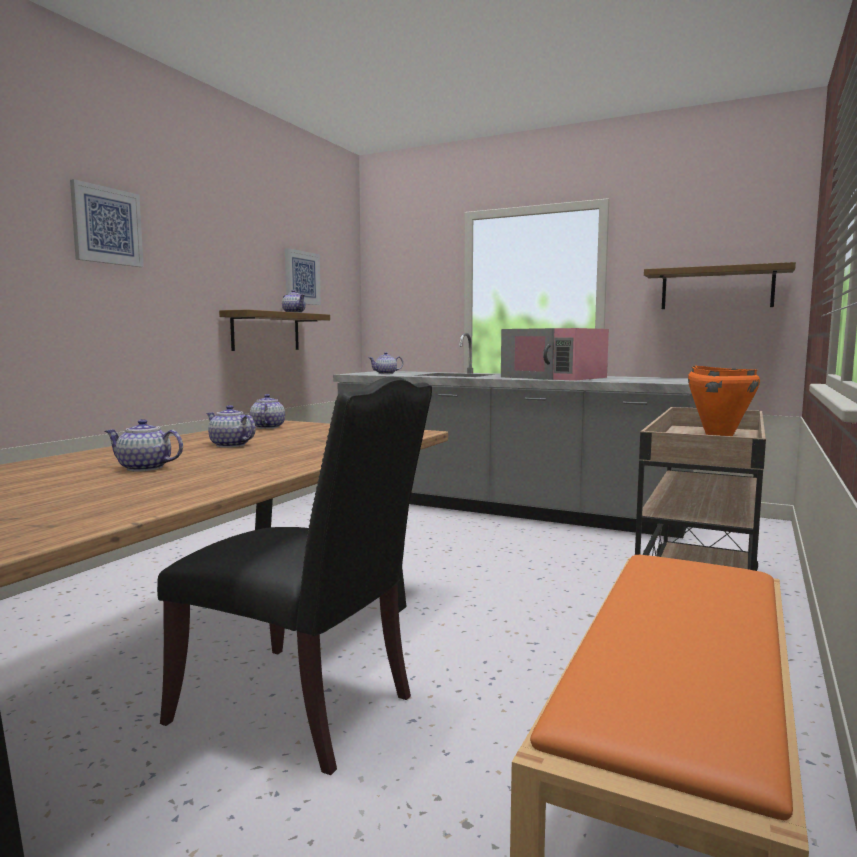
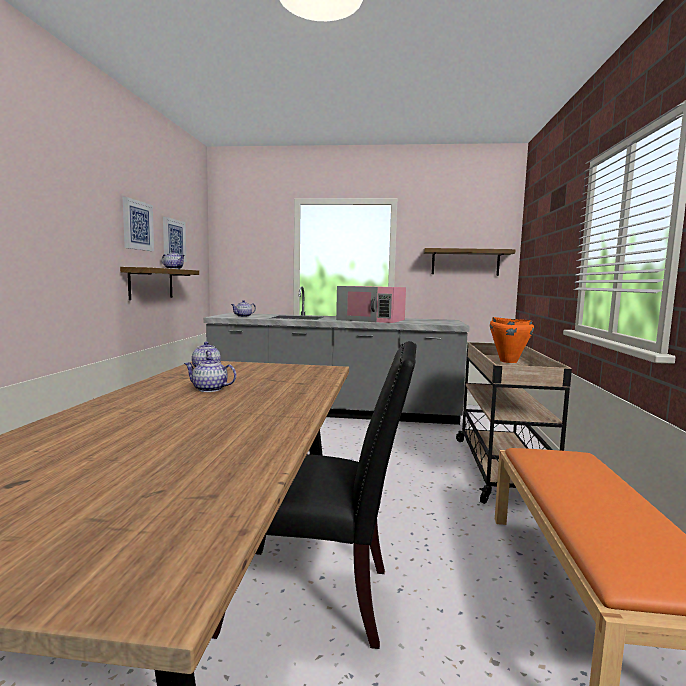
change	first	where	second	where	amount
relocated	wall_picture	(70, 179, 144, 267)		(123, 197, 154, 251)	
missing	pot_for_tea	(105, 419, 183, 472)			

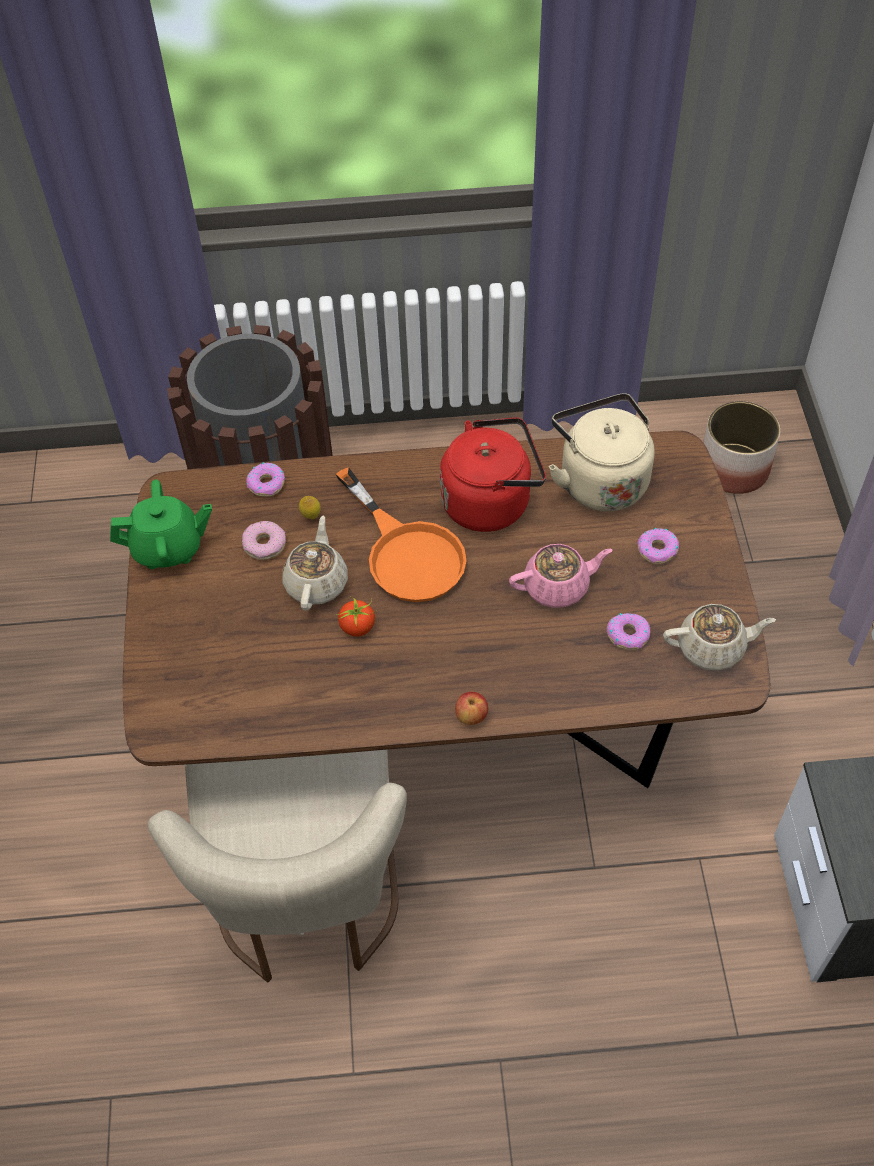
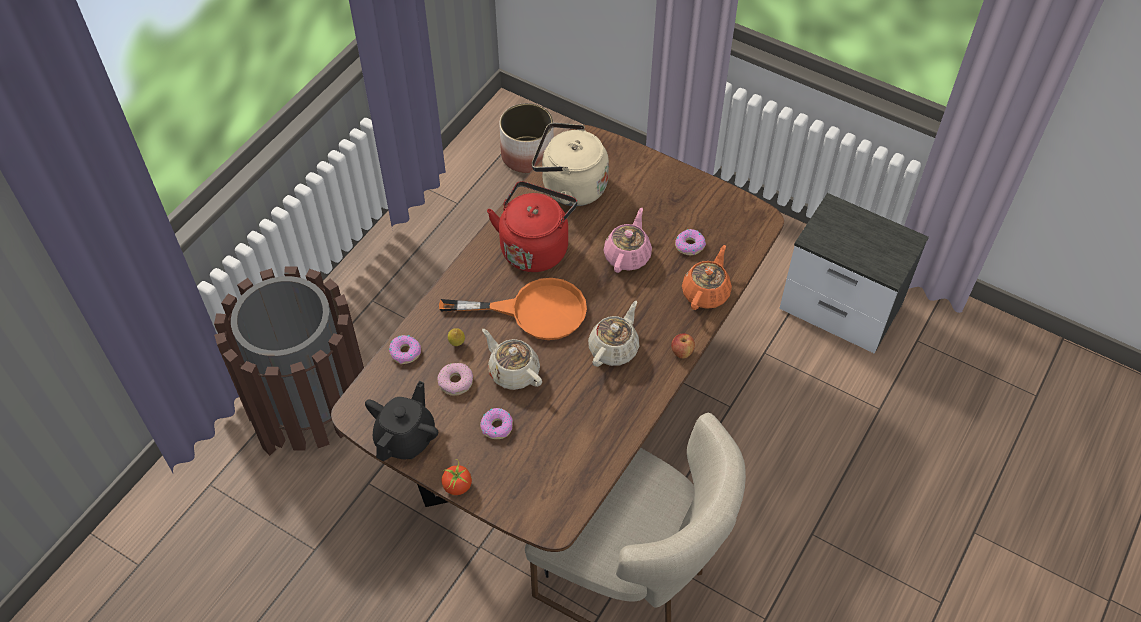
change	first	where	second	where	amount
colour	green-coloured_pot_for_tea	(110, 480, 212, 569)	black_pot_for_tea	(365, 381, 438, 461)	
relocated	fresh_tomato	(336, 597, 375, 637)		(441, 459, 472, 495)	
relocated	doughnut	(637, 528, 679, 564)		(480, 408, 513, 439)	
relocated	sand-coloured_pot_for_tea	(663, 604, 776, 671)		(588, 301, 639, 367)	
appeared			orange-coloured_pot_for_tea	(682, 245, 732, 310)	

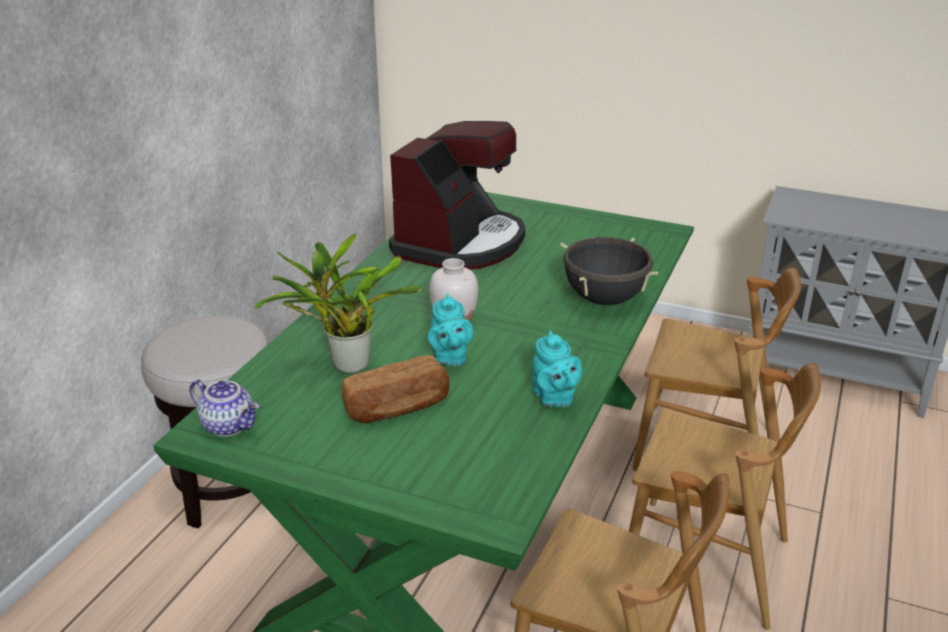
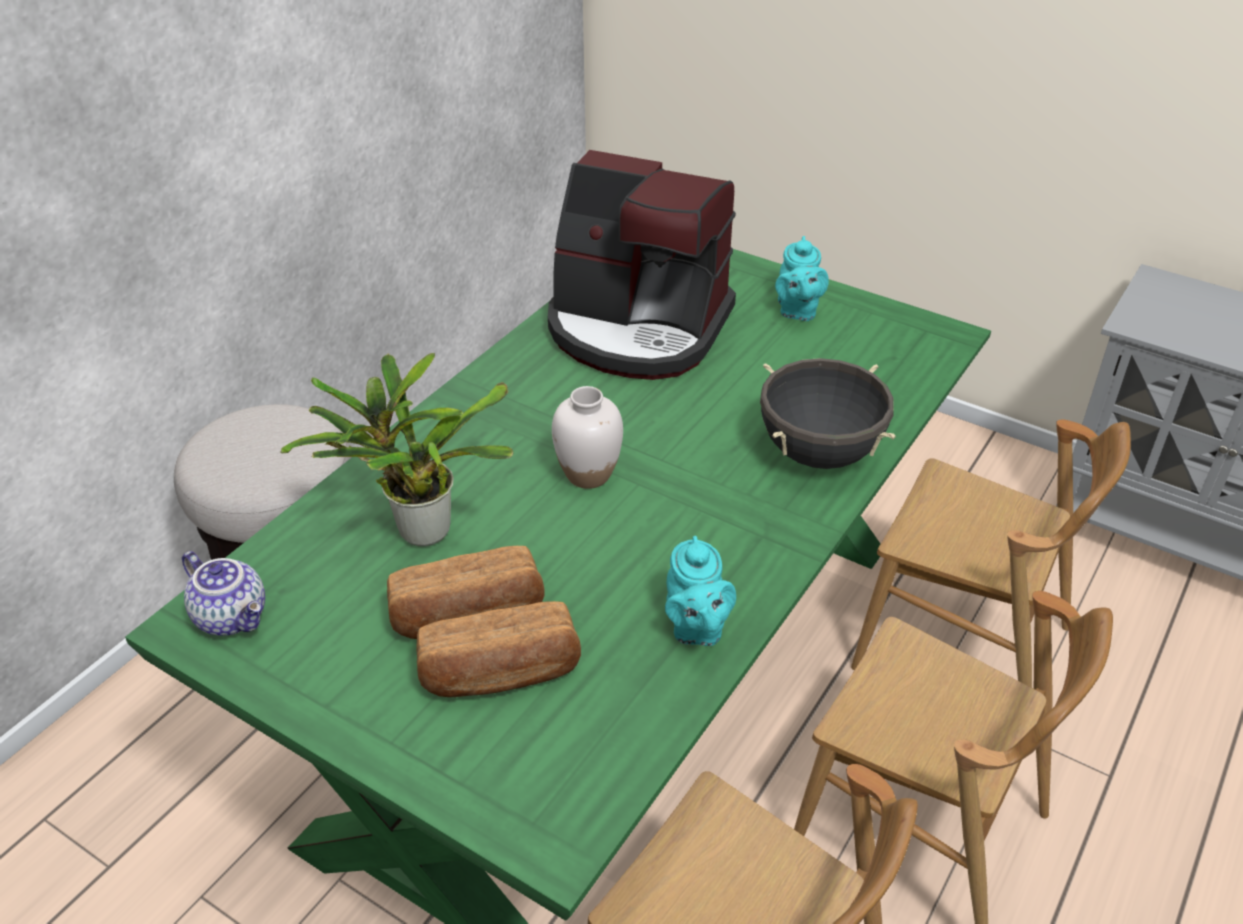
change	first	where	second	where	amount
appeared			bread	(416, 601, 581, 697)	
spun	coffee_machine	(389, 121, 525, 270)		(548, 150, 736, 380)	75 degrees clockwise
relocated	blue-green_pot_for_tea	(428, 293, 473, 366)		(775, 236, 829, 321)	

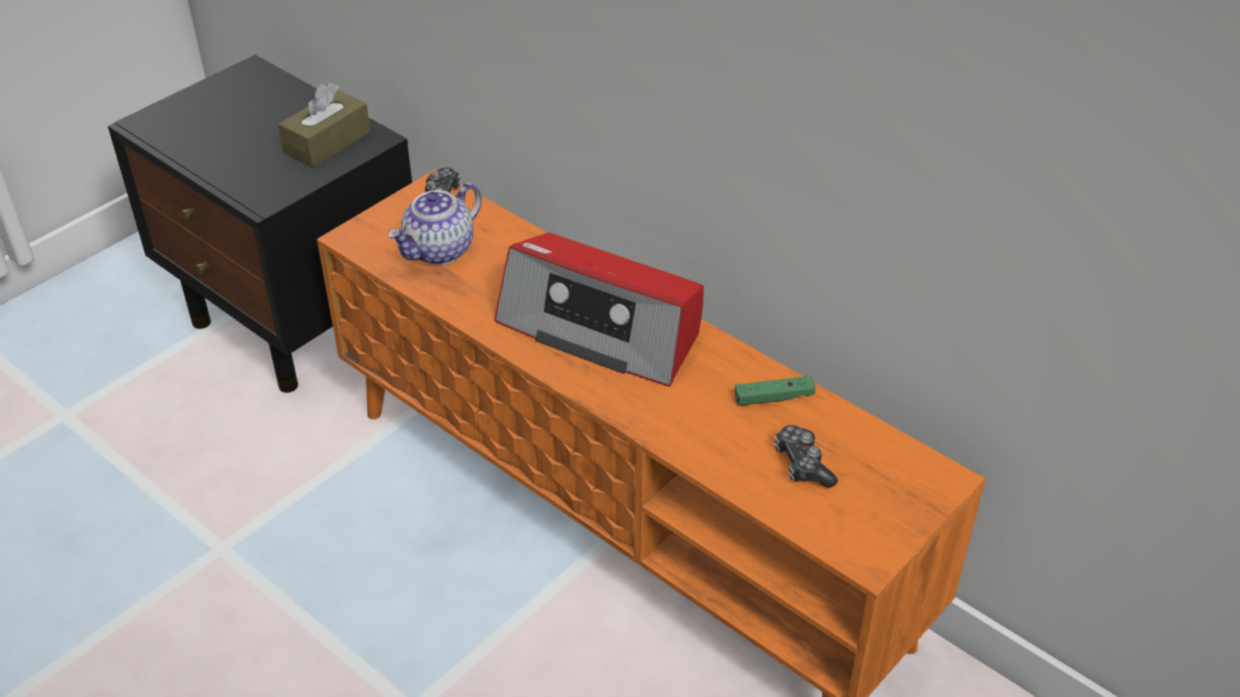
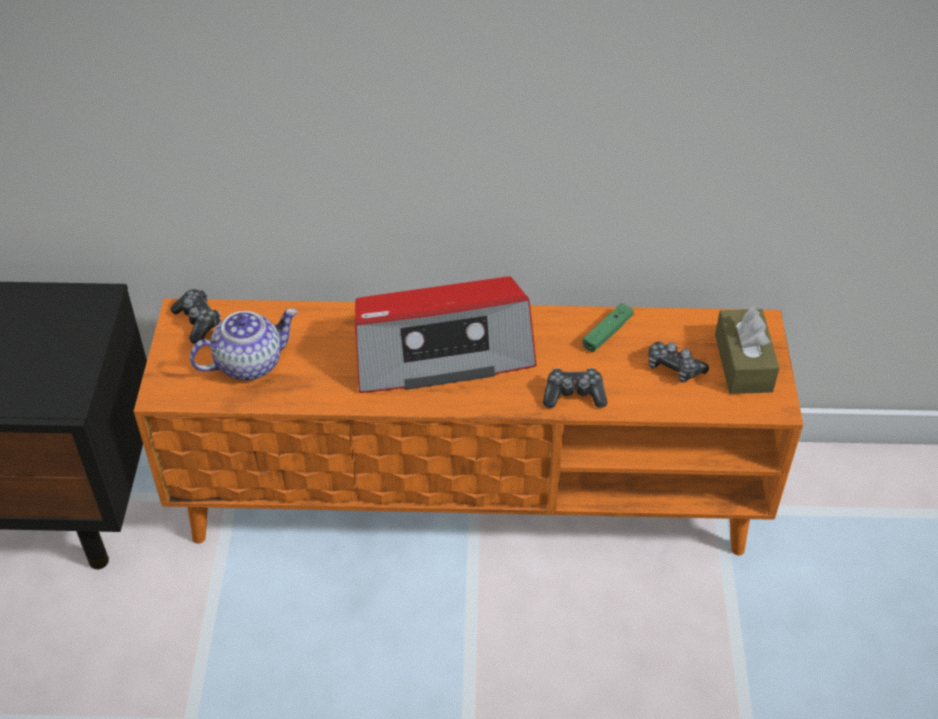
change	first	where	second	where	amount
spun	pot_for_tea	(388, 183, 482, 265)		(190, 308, 298, 381)	120 degrees counterclockwise
appeared			joypad	(543, 368, 607, 408)	
relocated	brown-coloured_tissue_holder	(278, 83, 371, 168)		(715, 307, 779, 394)	

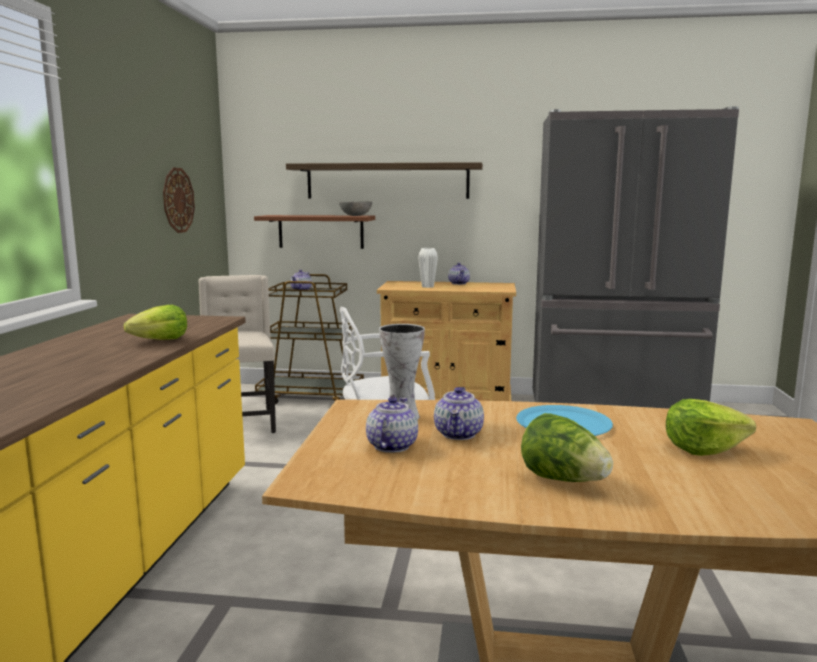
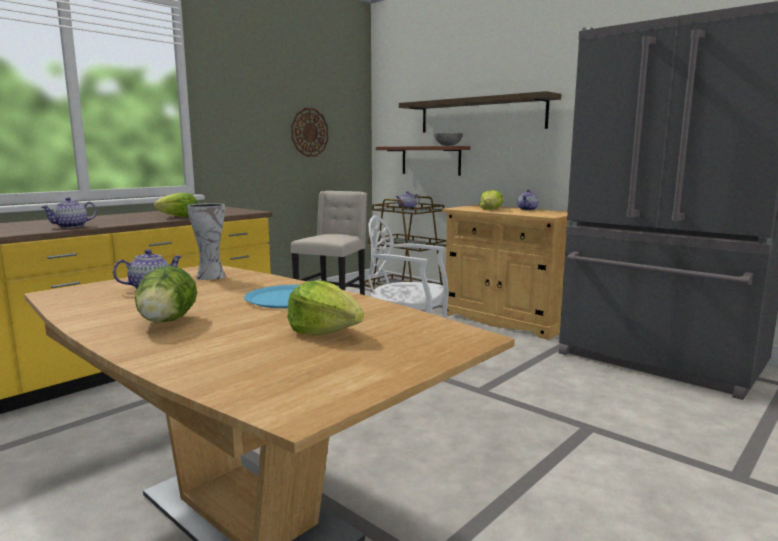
change	first	where	second	where	amount
relocated	pot_for_tea	(434, 387, 484, 440)		(41, 197, 97, 228)	
exchanged	white_decorative_vase	(418, 248, 438, 288)	lettuce	(479, 190, 503, 209)	

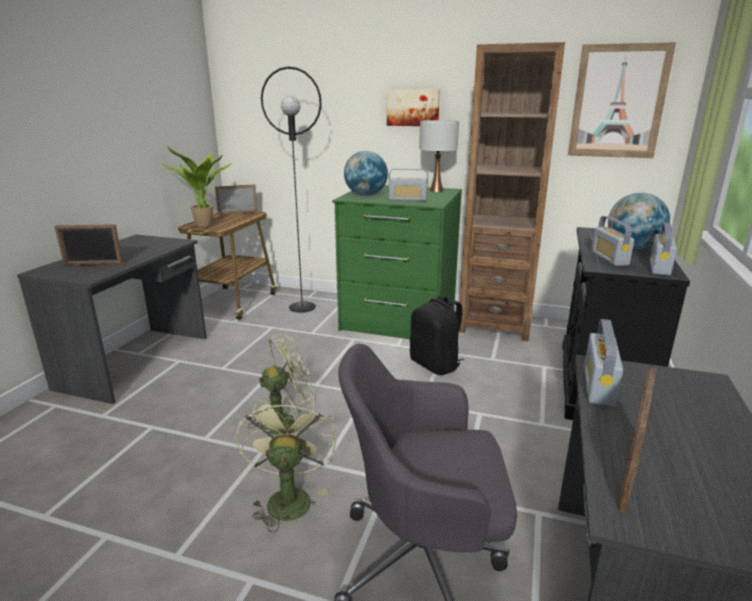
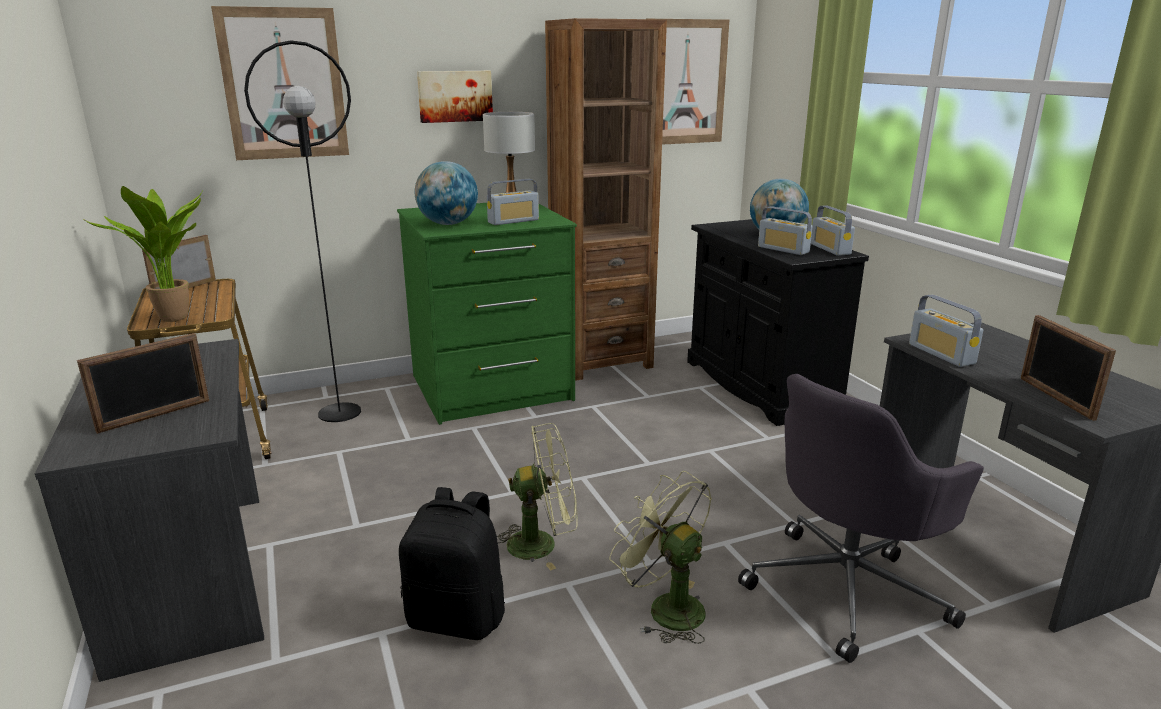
change	first	where	second	where	amount
appeared			wall_picture	(211, 6, 349, 160)	
relocated	black_backpack	(410, 295, 464, 375)		(399, 487, 505, 640)	
spun	green-coloured_cooling_fan	(248, 334, 314, 438)		(497, 423, 577, 570)	60 degrees clockwise

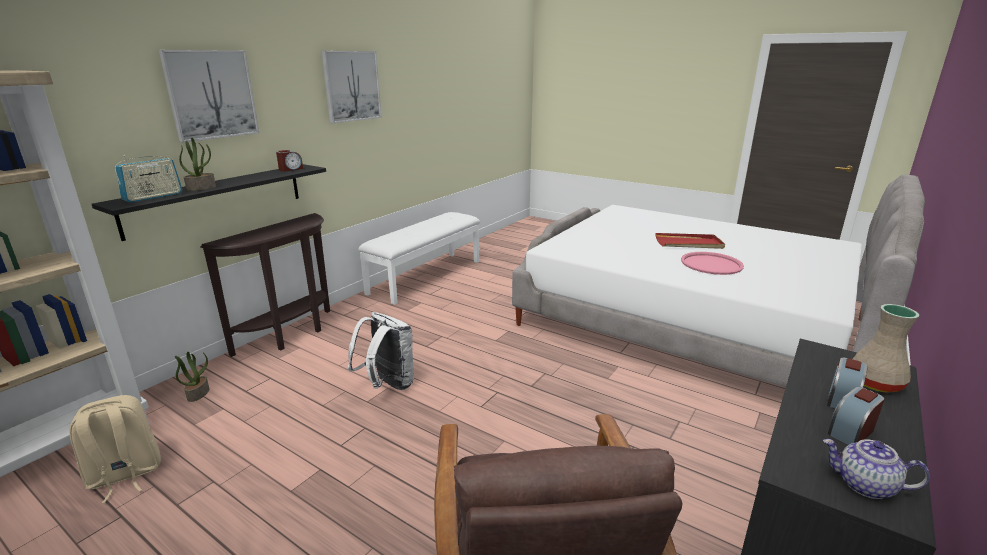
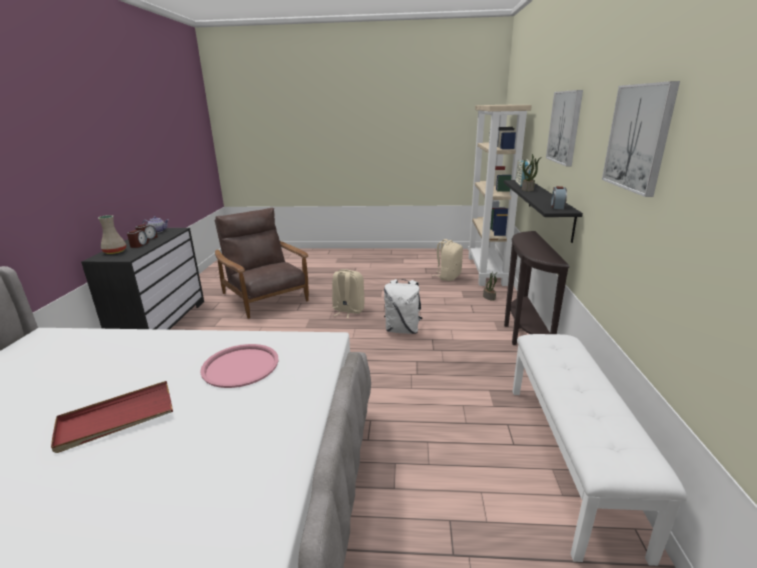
change	first	where	second	where	amount
relocated	pinkish_serving_tray	(681, 252, 744, 275)		(200, 344, 279, 388)	
appeared			sand-coloured_backpack	(332, 269, 365, 318)	

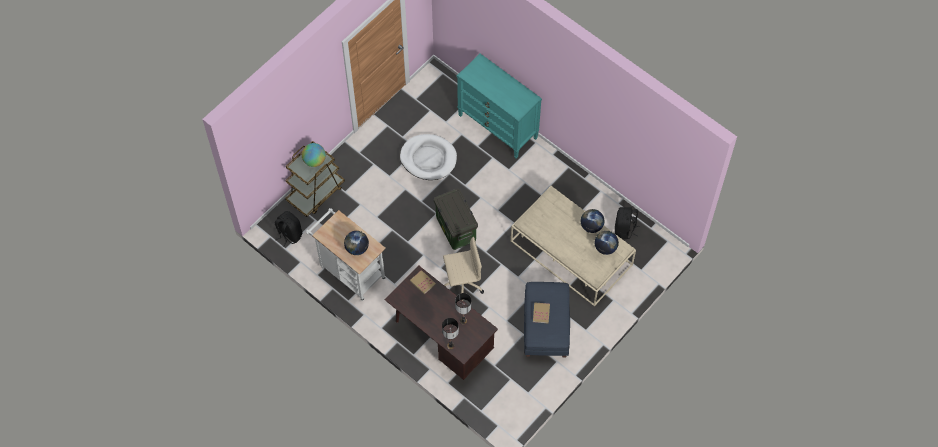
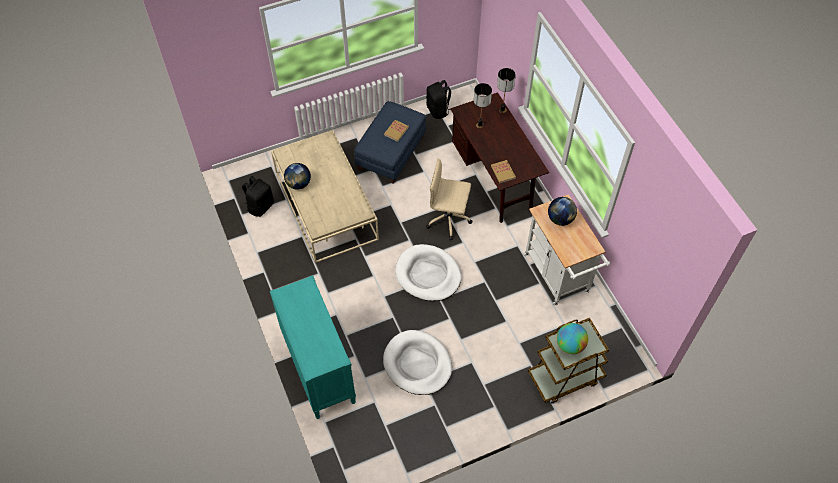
change	first	where	second	where	amount
exchanged	storage_bin	(434, 188, 478, 250)	white_dog_cushion	(395, 244, 461, 301)	
relocated	black_backpack	(275, 211, 302, 247)		(426, 80, 451, 119)	
missing	world_globe	(595, 231, 619, 255)			

